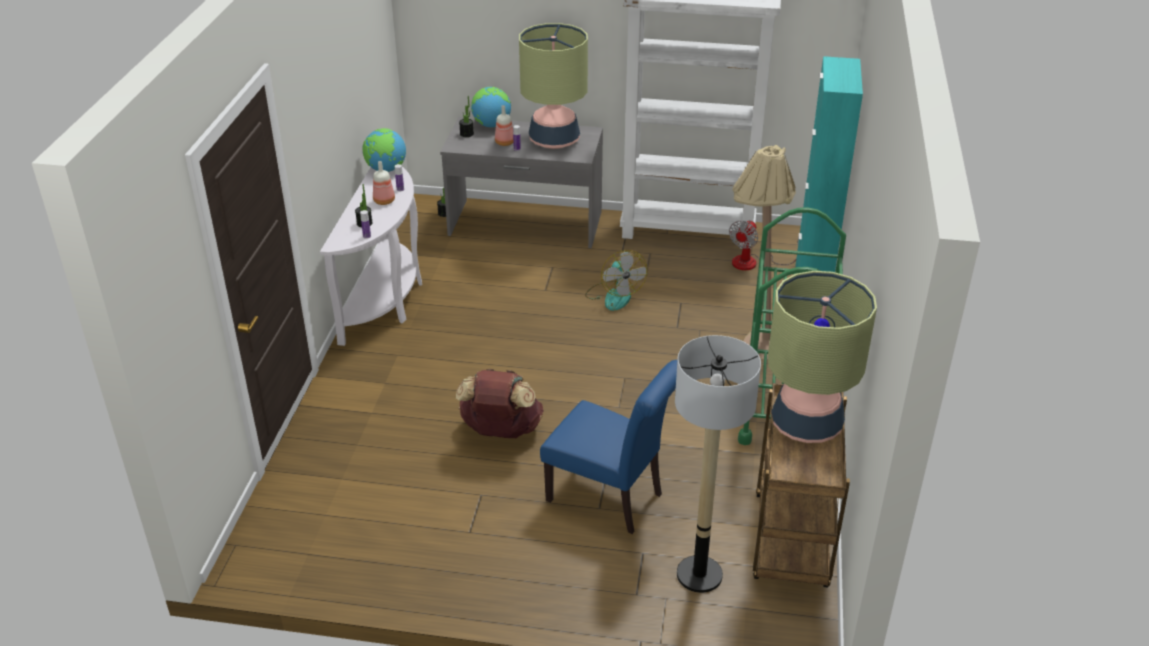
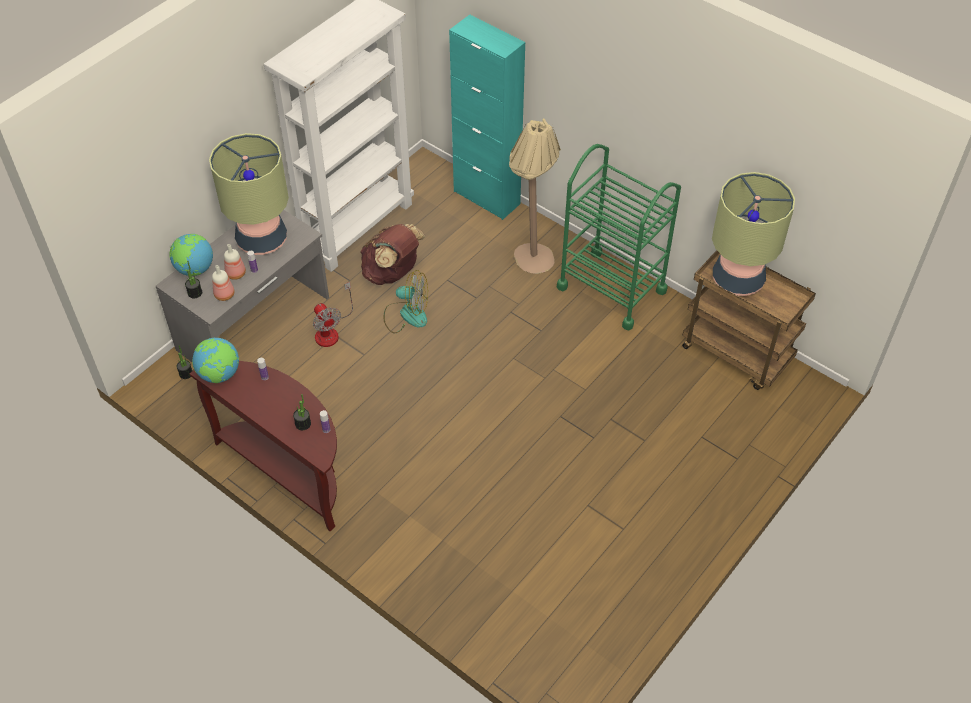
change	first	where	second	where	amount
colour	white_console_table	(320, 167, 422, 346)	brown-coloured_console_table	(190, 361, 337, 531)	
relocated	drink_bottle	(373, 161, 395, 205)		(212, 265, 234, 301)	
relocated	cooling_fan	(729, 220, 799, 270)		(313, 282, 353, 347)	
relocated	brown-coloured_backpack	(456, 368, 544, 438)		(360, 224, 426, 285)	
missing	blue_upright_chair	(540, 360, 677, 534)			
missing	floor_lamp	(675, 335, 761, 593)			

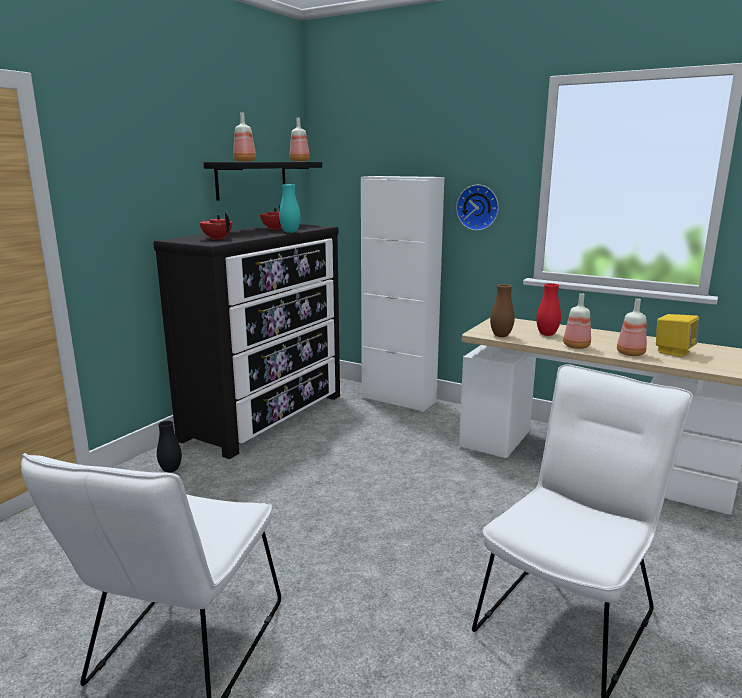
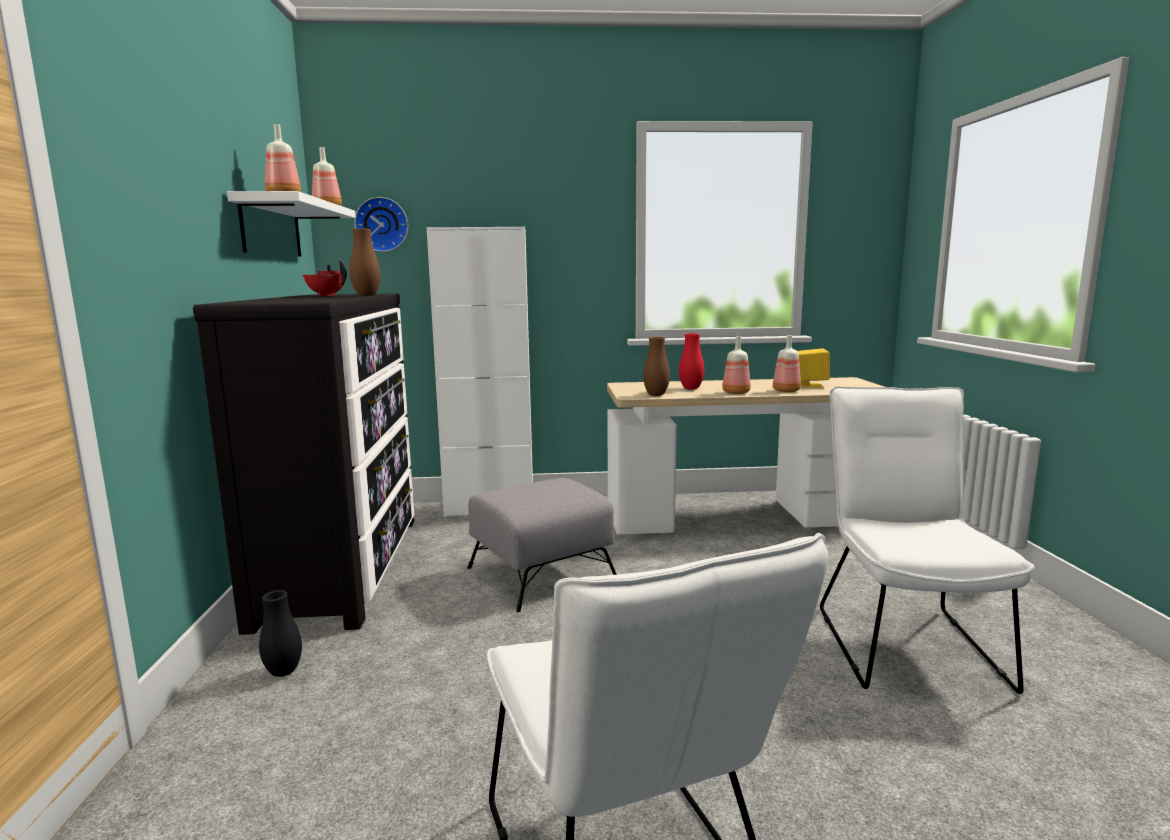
change	first	where	second	where	amount
colour	black_bracket_shelf	(203, 162, 322, 201)	white_bracket_shelf	(227, 191, 356, 256)	
colour	blue-green_decorative_vase	(279, 184, 301, 233)	brown-coloured_decorative_vase	(349, 228, 381, 296)	
relocated	wall_clock	(456, 185, 499, 231)		(354, 197, 408, 252)	
appeared			greyish_ottoman	(467, 478, 617, 612)	
missing	reddish_pot_for_tea	(200, 211, 232, 240)			

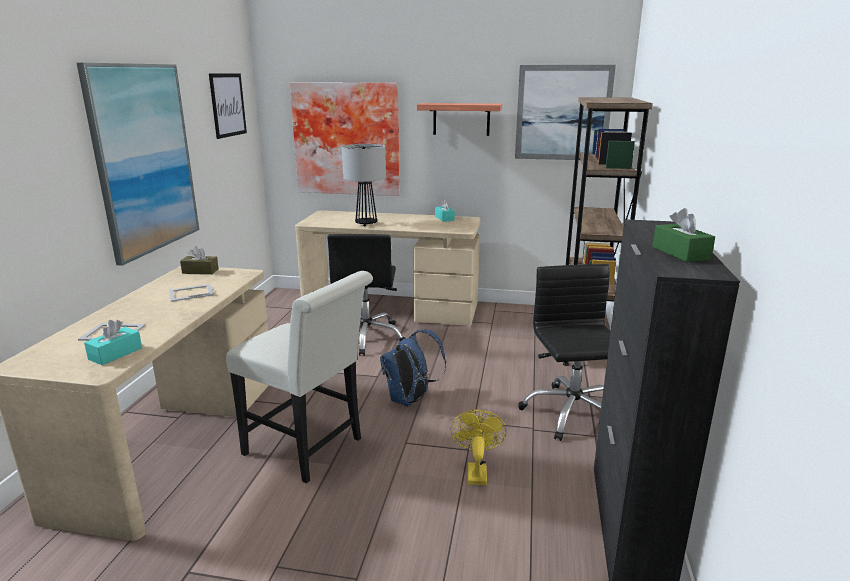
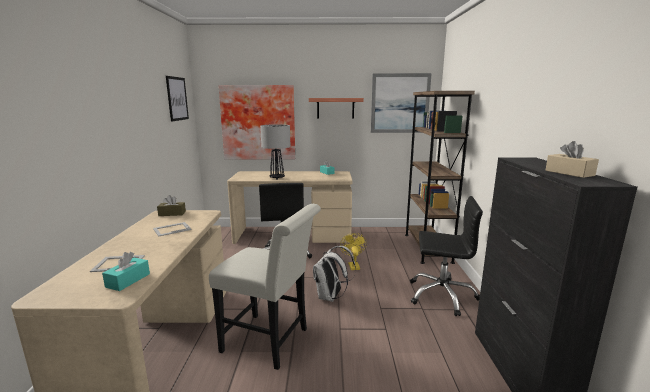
change	first	where	second	where	amount
colour	blue_backpack	(380, 330, 446, 407)	white_backpack	(313, 246, 356, 302)	
relocated	yellowish_cooling_fan	(450, 410, 506, 485)		(340, 233, 367, 270)	
spun	black_office_chair	(518, 264, 611, 441)		(410, 196, 483, 316)	120 degrees clockwise
colour	green-coloured_tissue_holder	(653, 208, 715, 262)	sand-coloured_tissue_holder	(545, 141, 599, 178)	
missing	wall_picture	(77, 63, 199, 266)			

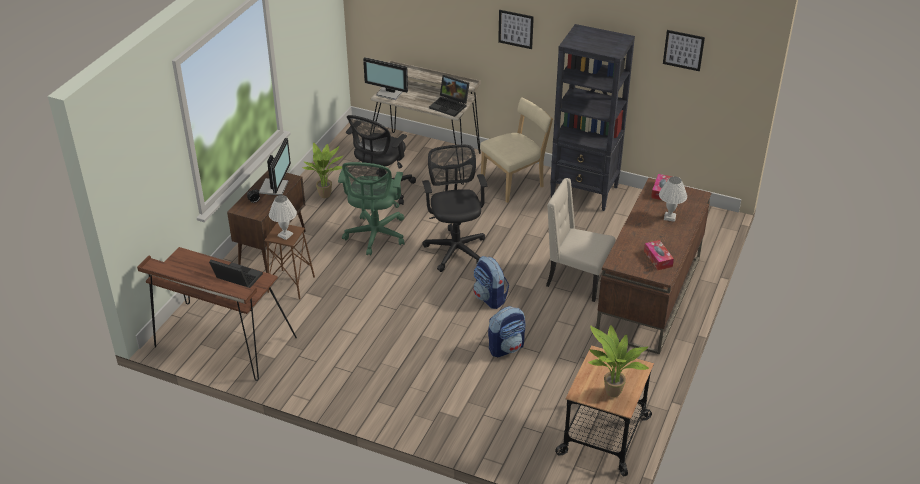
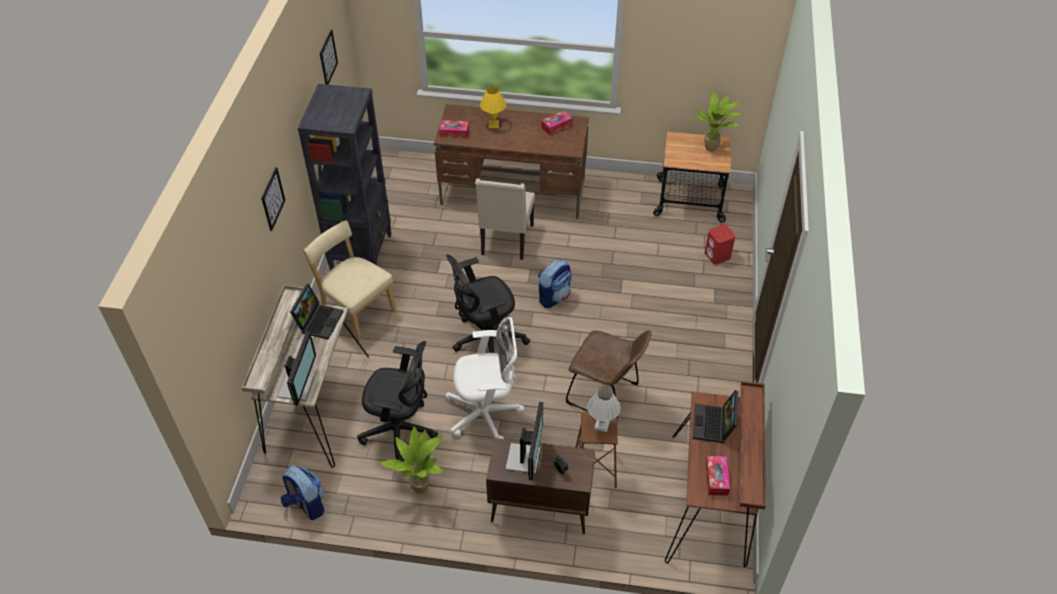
change	first	where	second	where	amount
relocated	backpack	(488, 306, 525, 357)		(281, 465, 324, 520)	
colour	green-coloured_office_chair	(338, 162, 405, 256)	white_office_chair	(445, 317, 524, 439)	
colour	white_tabletop_lamp	(659, 177, 687, 222)	yellowish_tabletop_lamp	(480, 87, 506, 128)	
spun	monitor	(259, 138, 291, 195)		(505, 402, 543, 481)	105 degrees clockwise
appeared			brown-coloured_upright_chair	(566, 330, 652, 422)	
appeared			reddish_loudspeaker	(705, 224, 735, 264)	
appeared			tissue_holder	(706, 456, 730, 496)	

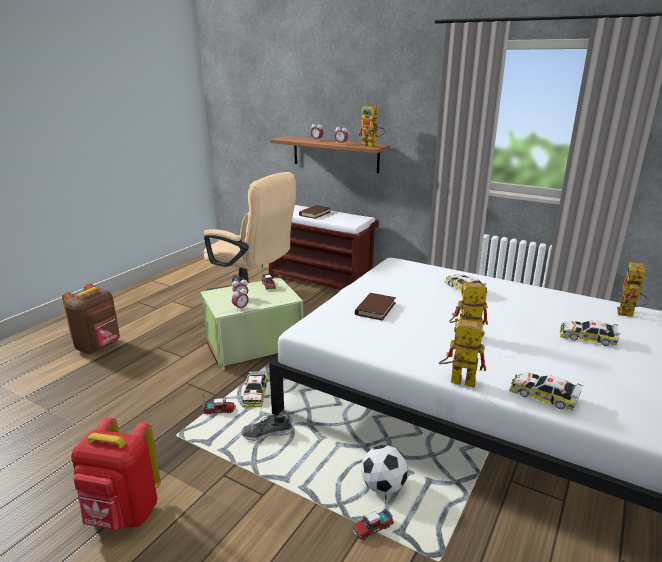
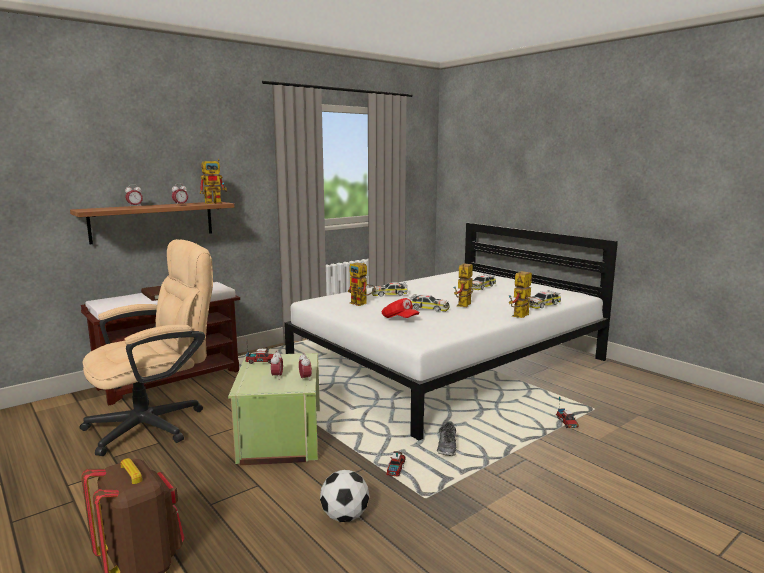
change	first	where	second	where	amount
relocated	football	(361, 445, 408, 495)		(320, 470, 369, 522)	
relocated	robot_figure	(617, 262, 649, 317)		(348, 263, 376, 306)	
exchanged	brown-coloured_bound_book	(355, 293, 396, 321)	reddish_baseball_cap	(382, 298, 420, 318)	
relocated	model_car	(242, 371, 268, 407)		(410, 294, 450, 311)	
missing	reddish_backpack	(71, 417, 161, 530)			

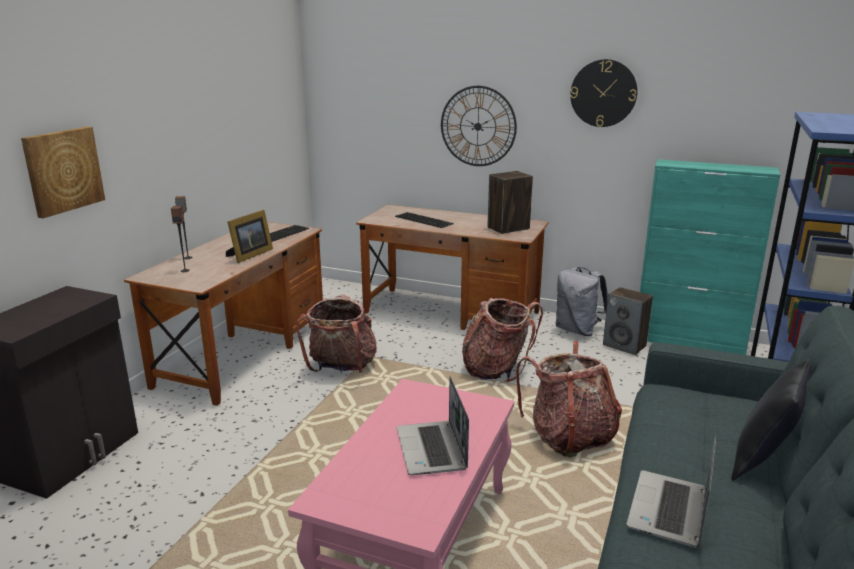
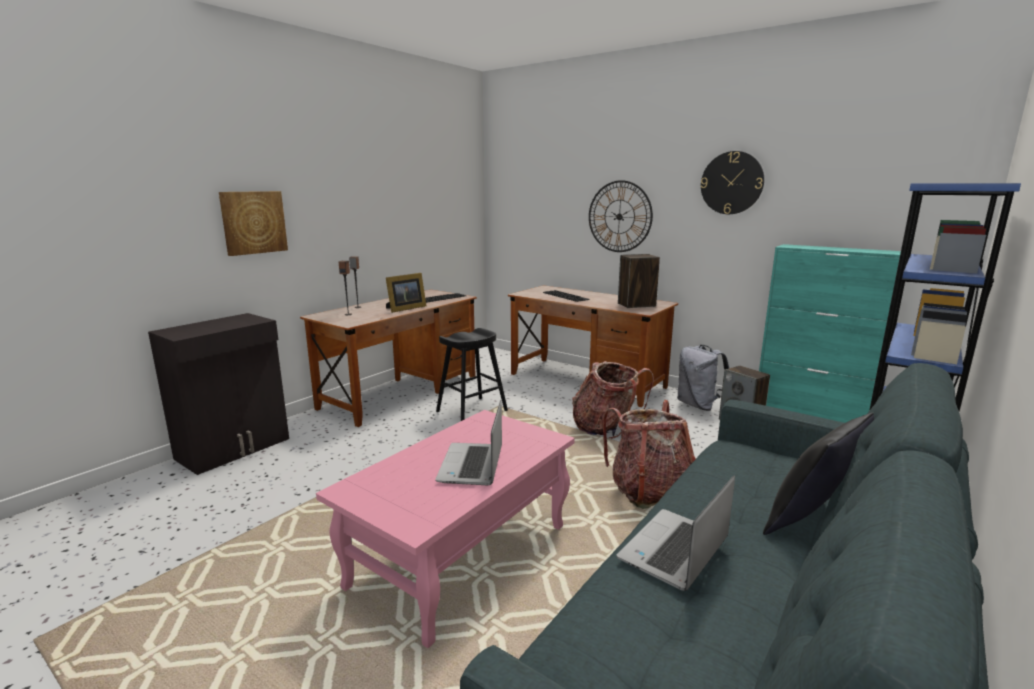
change	first	where	second	where	amount
exchanged	backpack	(296, 295, 377, 373)	black_stool	(436, 328, 508, 421)	

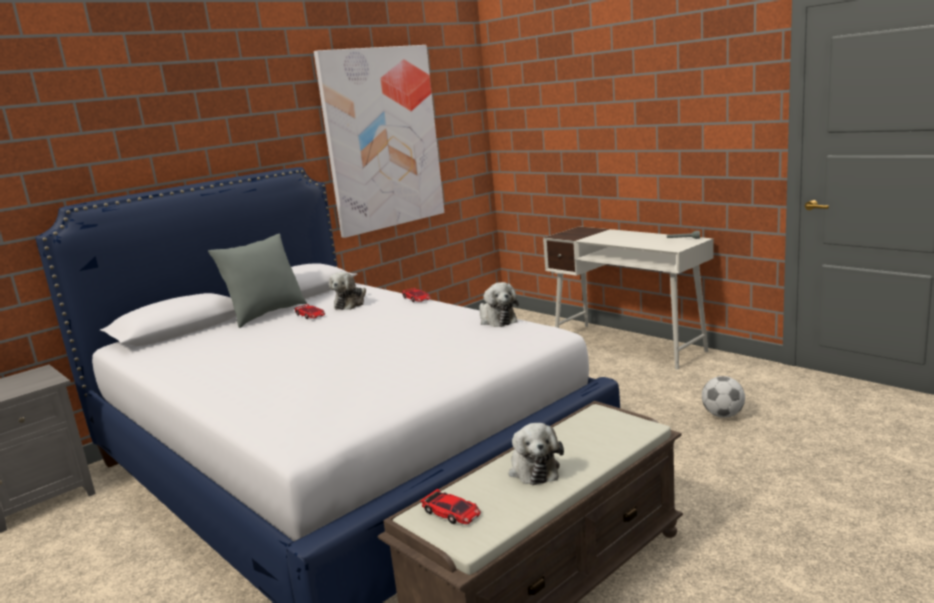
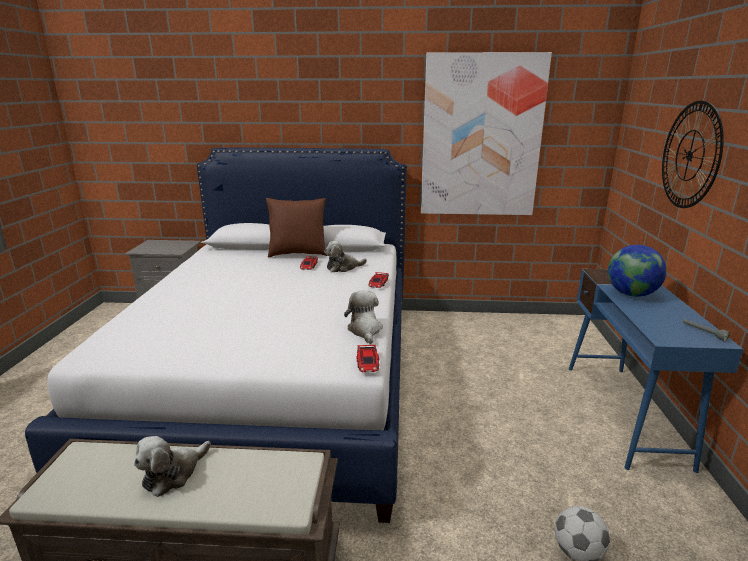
change	first	where	second	where	amount
colour	greyish_throw_pillow	(208, 234, 307, 328)	brown-coloured_throw_pillow	(266, 198, 327, 257)	
spun	soft_toy	(479, 282, 519, 327)		(344, 290, 383, 344)	150 degrees clockwise
relocated	model_car	(420, 489, 481, 524)		(357, 345, 379, 372)	
colour	white_desk_table	(543, 226, 713, 370)	blue_desk_table	(569, 269, 744, 473)	
appeared			world_globe	(608, 245, 667, 297)	
appeared			wall_clock	(662, 101, 724, 208)	

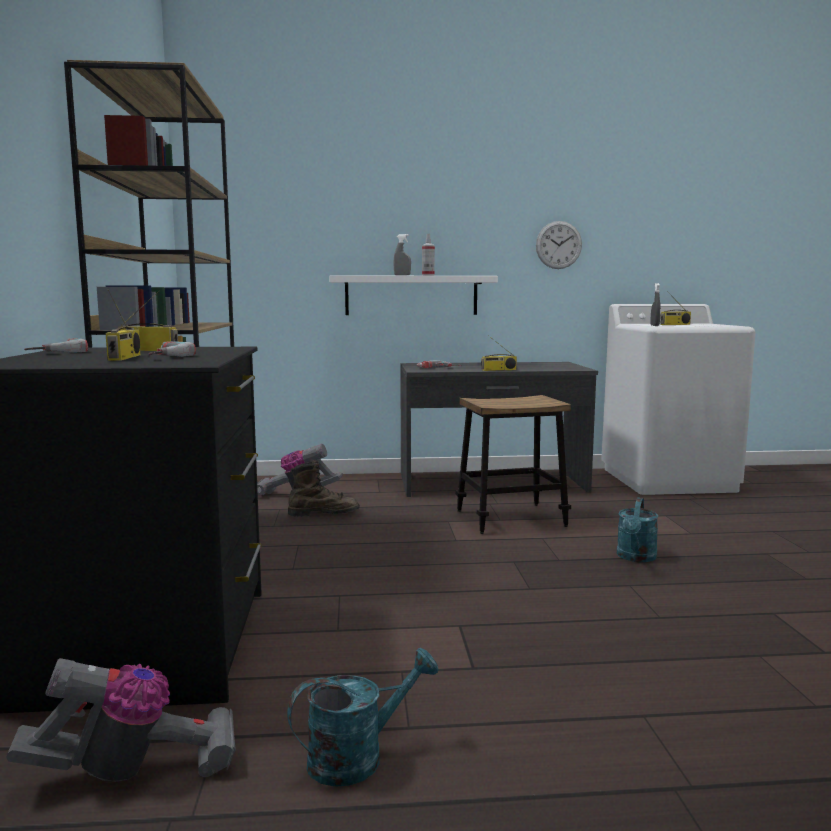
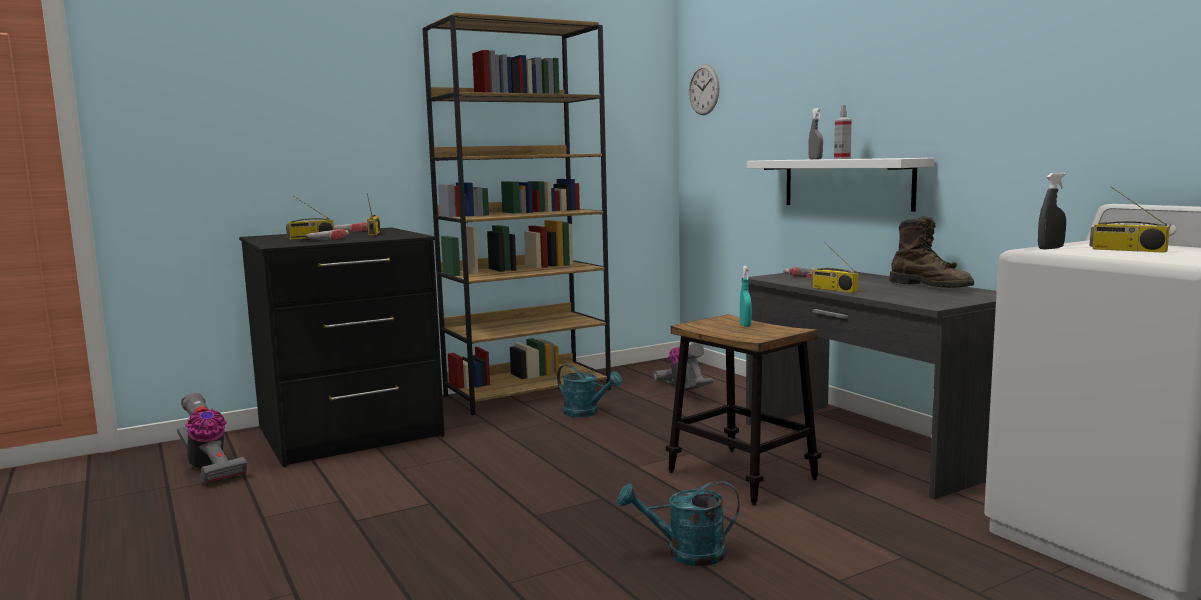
change	first	where	second	where	amount
relocated	blue-green_sprinkling_can	(287, 648, 439, 787)		(557, 364, 622, 417)	
relocated	wall_clock	(536, 221, 582, 269)		(689, 64, 720, 115)	
appeared			blue-green_sprayer	(740, 266, 752, 327)	
relocated	brown-coloured_boot	(288, 459, 360, 517)		(889, 216, 974, 288)	

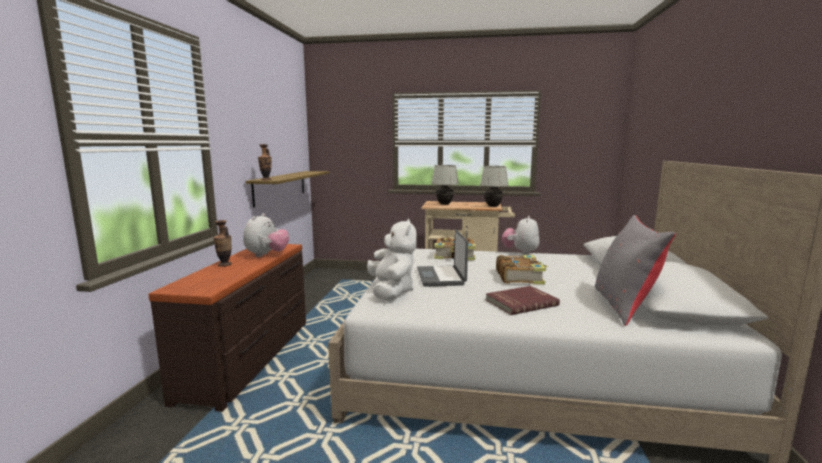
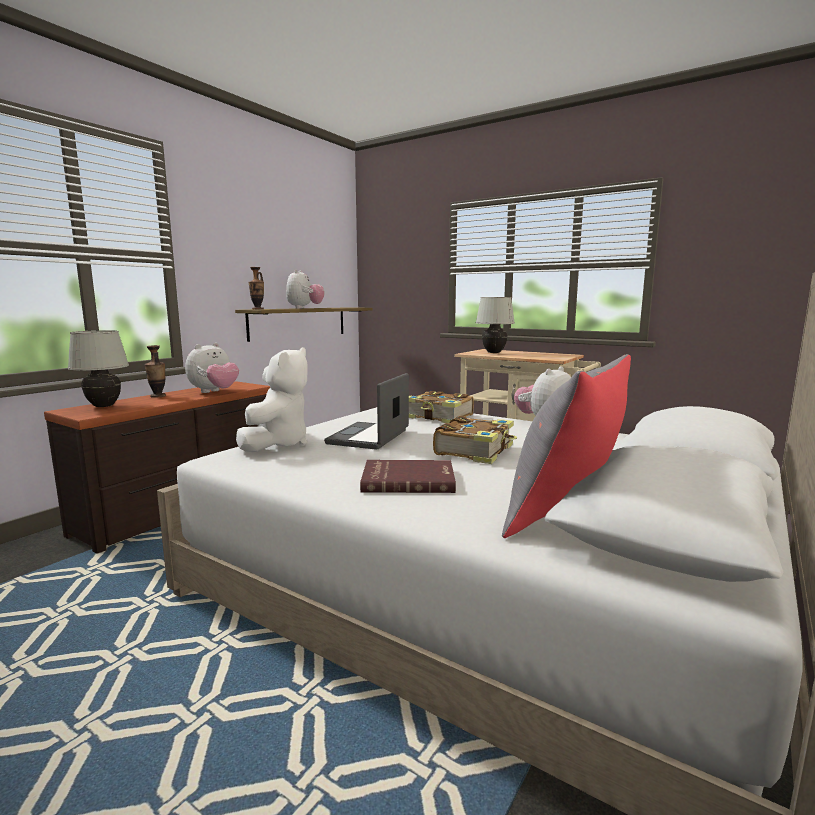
change	first	where	second	where	amount
relocated	white_tabletop_lamp	(480, 166, 509, 207)		(68, 330, 129, 407)	
appeared			soft_toy	(286, 270, 324, 309)	

